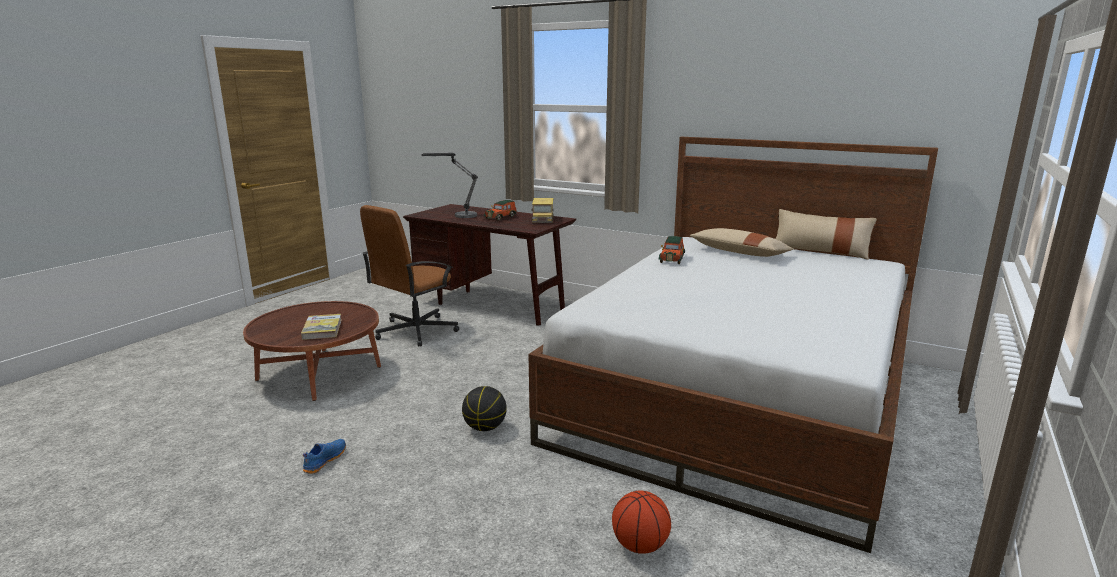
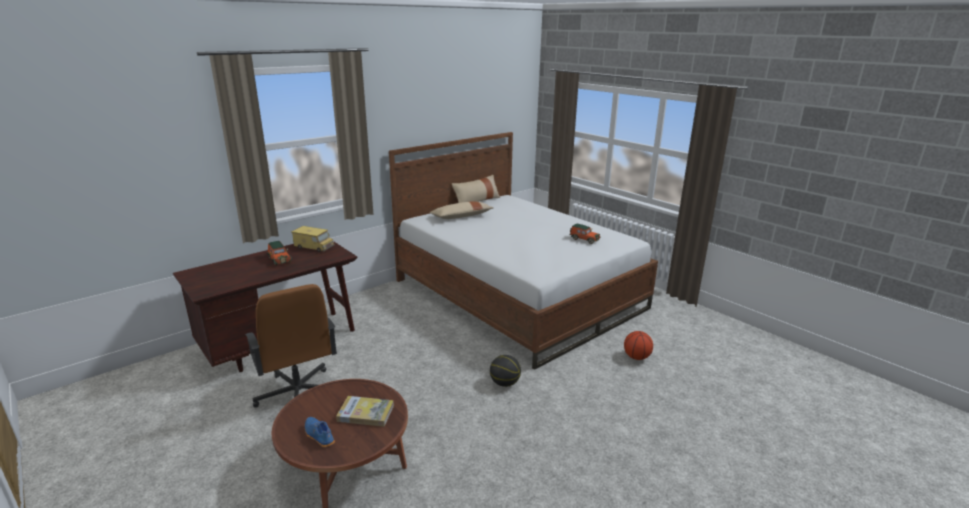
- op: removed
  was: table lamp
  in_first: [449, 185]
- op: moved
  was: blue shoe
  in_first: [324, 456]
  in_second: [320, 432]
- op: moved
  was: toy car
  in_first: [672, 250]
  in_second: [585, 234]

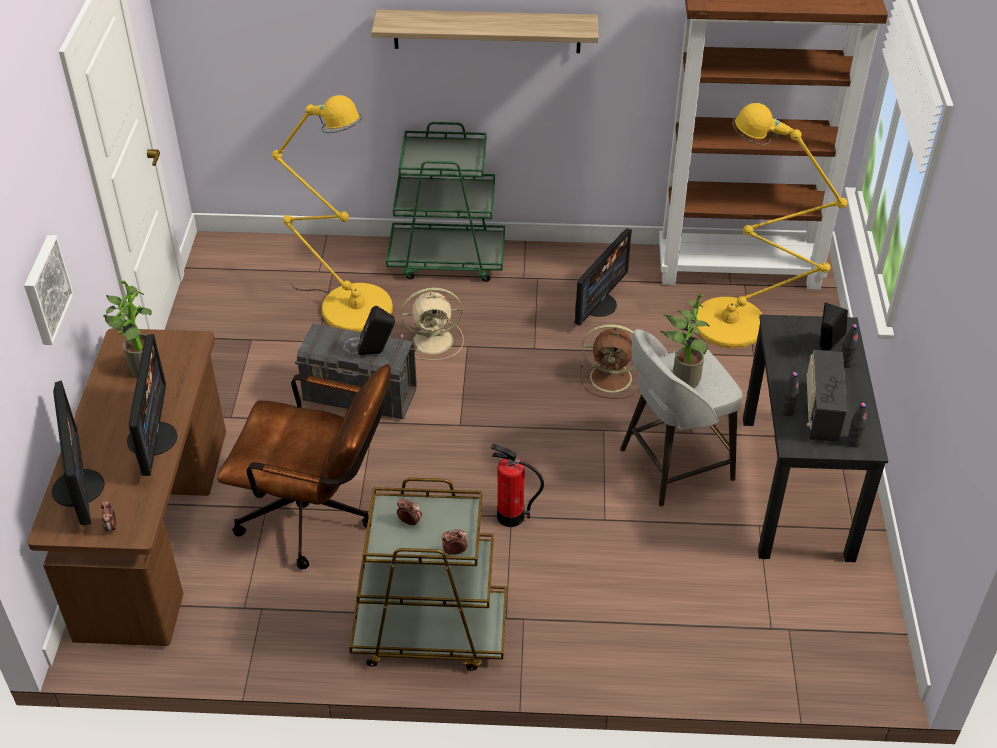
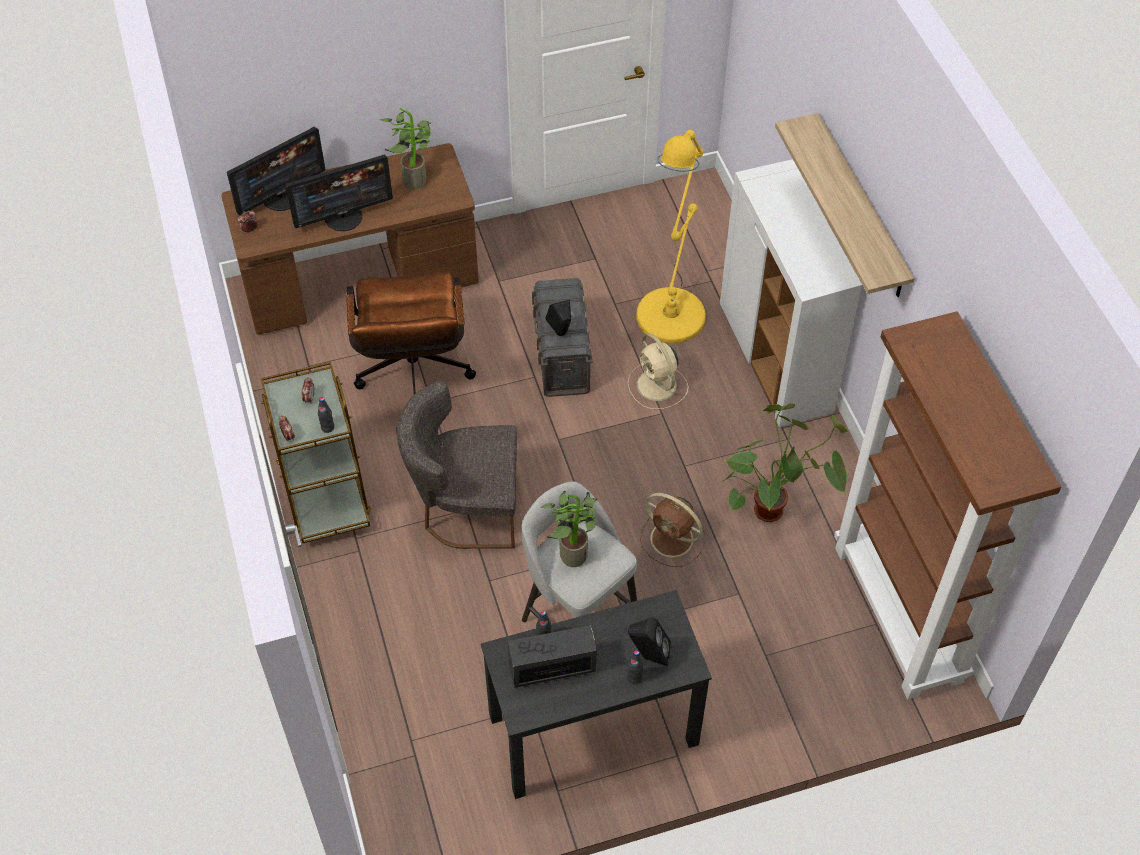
- op: removed
  was: picture
  in_first: [49, 290]
- op: removed
  was: yellow floor lamp
  in_first: [771, 225]
- op: moved
  was: black bottle
  in_first: [857, 425]
  in_second: [326, 415]
- op: replaced
  was: green cart
  now: white cabinet
  in_first: [445, 202]
  in_second: [791, 293]
- op: replaced
  was: fire extinguisher
  now: grey chair
  in_first: [517, 485]
  in_second: [456, 464]
- op: replaced
  was: monitor
  now: potted plant
  in_first: [603, 277]
  in_second: [785, 462]
- op: turned
  was: brown fan
  in_first: [609, 361]
  in_second: [673, 530]
  clockwise: -45

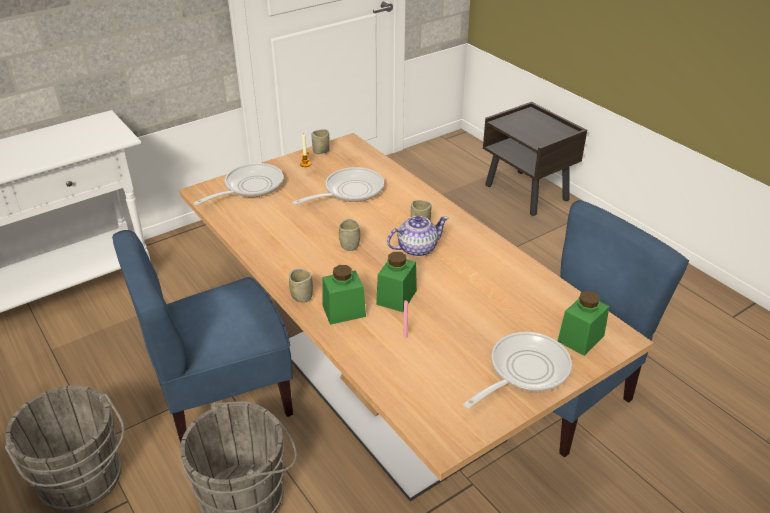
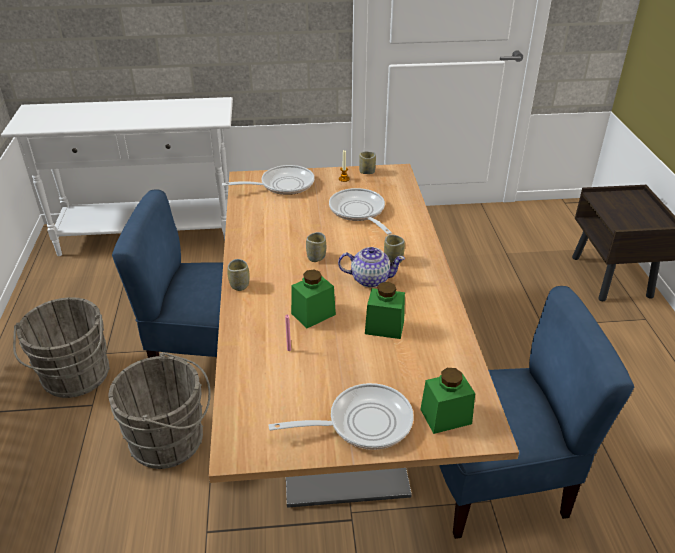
- op: moved
  was: green jar
  in_first: [344, 295]
  in_second: [385, 310]
- op: turned
  was: frying pan
  in_first: [338, 186]
  in_second: [360, 211]
  clockwise: -105

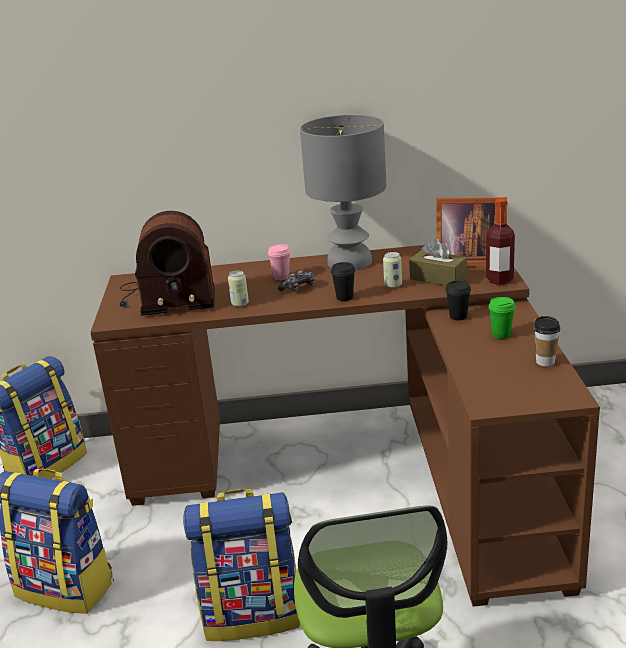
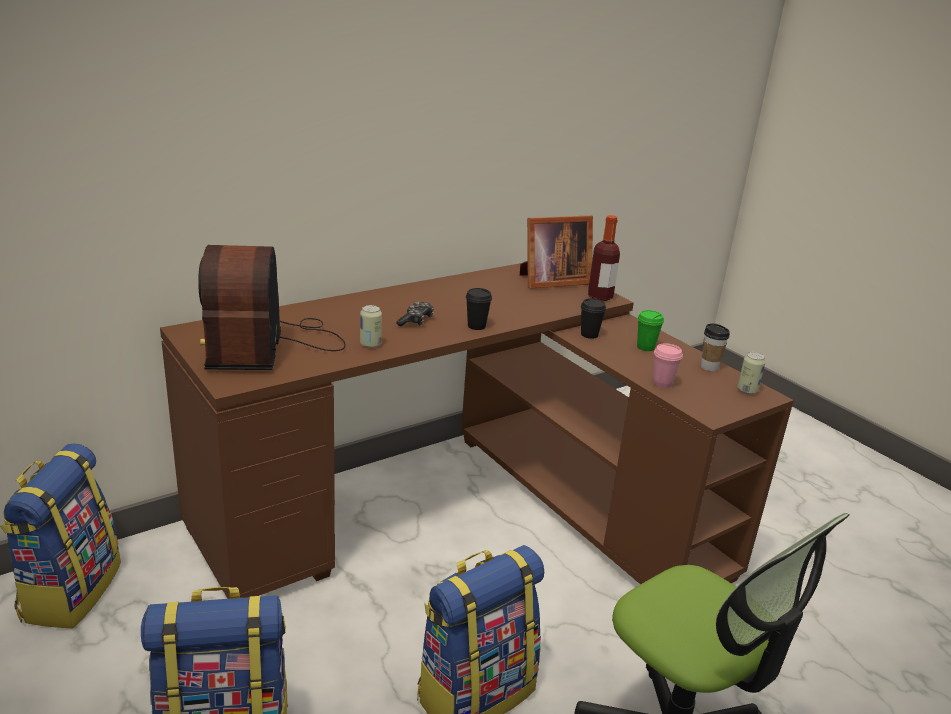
- op: removed
  was: grey table lamp
  in_first: [343, 192]
- op: removed
  was: brown tissue box
  in_first: [438, 262]
- op: moved
  was: pink cup
  in_first: [279, 262]
  in_second: [668, 365]
- op: moved
  was: can
  in_first: [392, 270]
  in_second: [751, 373]
- op: turned
  was: radio
  in_first: [167, 263]
  in_second: [271, 307]
  clockwise: 120

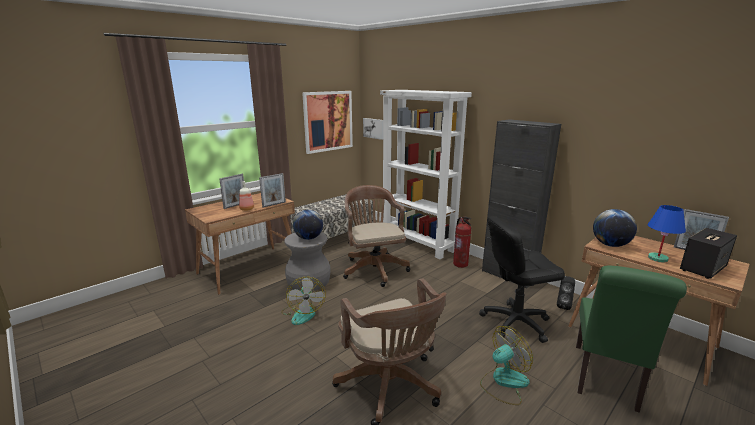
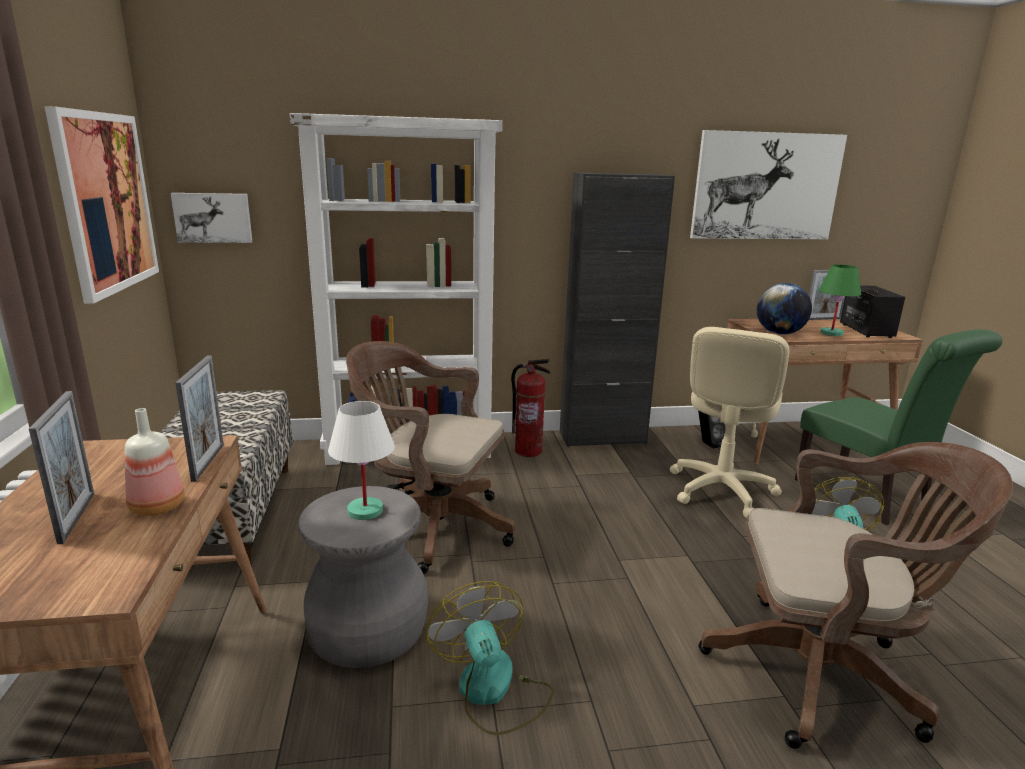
- op: added
  now: picture
  in_second: [768, 184]
- op: replaced
  was: globe
  now: white table lamp
  in_first: [308, 225]
  in_second: [361, 460]
- op: recoloured
  was: black office chair
  now: beige office chair
  in_first: [522, 279]
  in_second: [730, 422]
- op: recoloured
  was: blue table lamp
  now: green table lamp
  in_first: [667, 234]
  in_second: [840, 300]
- op: turned
  was: fan
  in_first: [303, 301]
  in_second: [490, 658]
  clockwise: -135

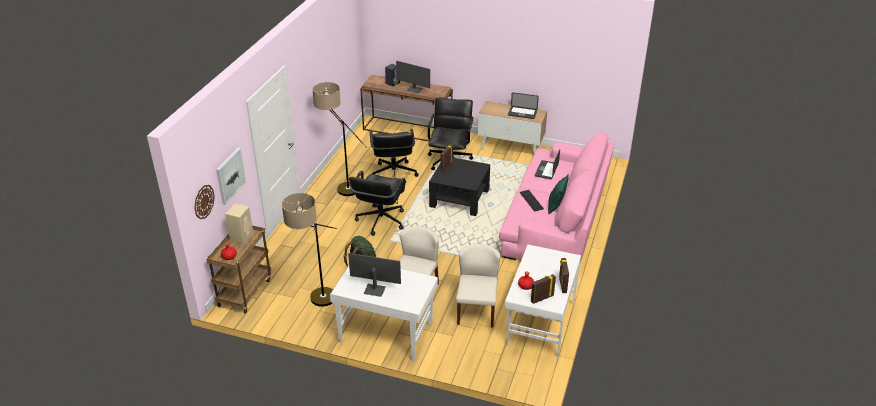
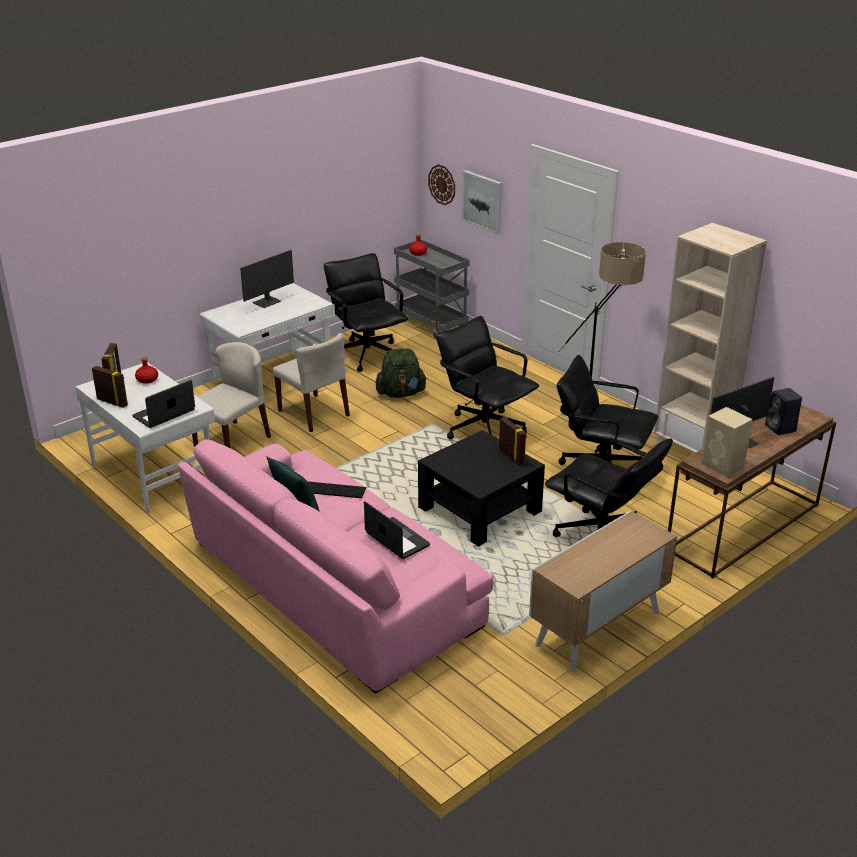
- op: added
  now: beige bookcase
  in_second: [710, 338]
- op: moved
  was: beige speaker
  in_first: [239, 223]
  in_second: [727, 442]
- op: moved
  was: laptop
  in_first: [523, 105]
  in_second: [164, 404]
- op: replaced
  was: floor lamp
  now: black office chair
  in_first: [309, 250]
  in_second: [366, 312]
- op: recoloured
  was: brown cart
  now: grey cart
  in_first: [239, 269]
  in_second: [432, 288]
- op: turned
  was: beige chair
  in_first: [478, 285]
  in_second: [231, 395]
  clockwise: -90

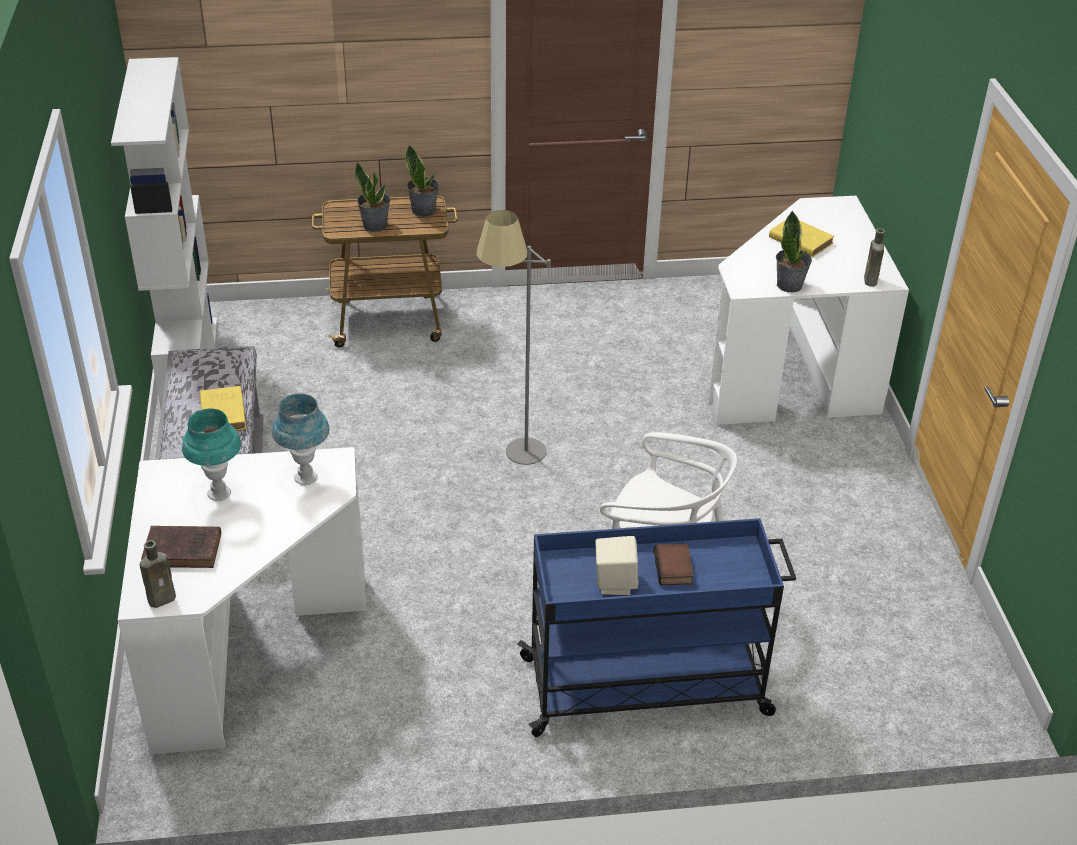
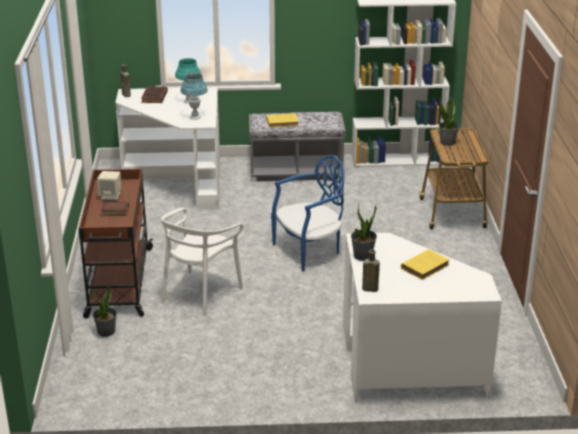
- op: moved
  was: potted plant
  in_first: [422, 181]
  in_second: [104, 310]
- op: replaced
  was: grey floor lamp
  now: blue chair
  in_first: [514, 337]
  in_second: [307, 213]
- op: recoloured
  was: blue cart
  now: brown cart
  in_first: [656, 627]
  in_second: [116, 243]

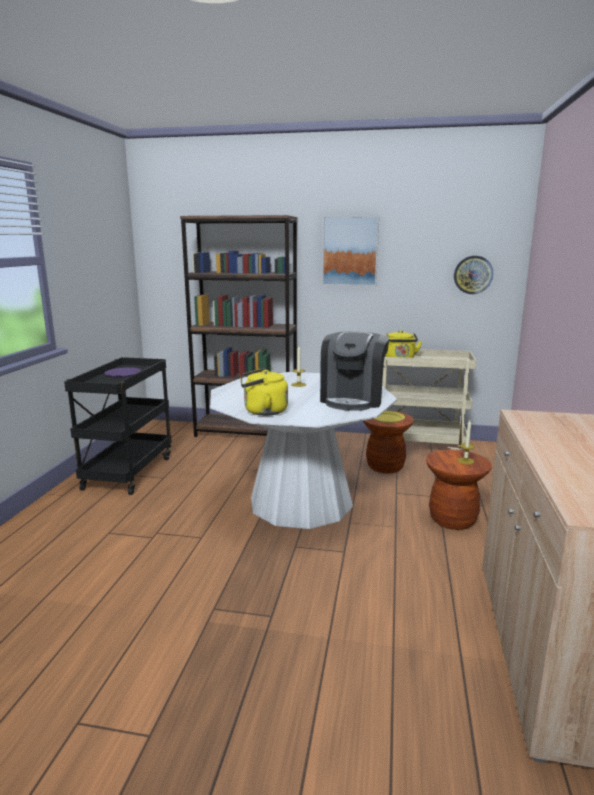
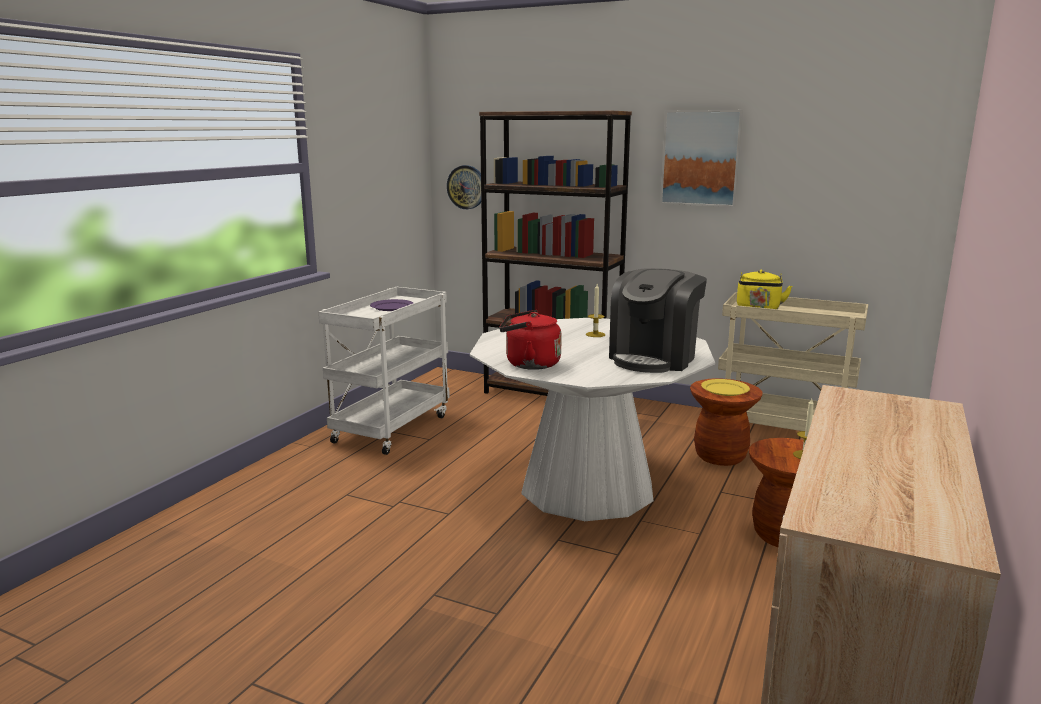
- op: moved
  was: wall clock
  in_first: [473, 275]
  in_second: [464, 187]
- op: recoloured
  was: black cart
  now: white cart
  in_first: [118, 426]
  in_second: [384, 371]
- op: recoloured
  was: yellow kettle
  now: red kettle
  in_first: [264, 392]
  in_second: [530, 340]

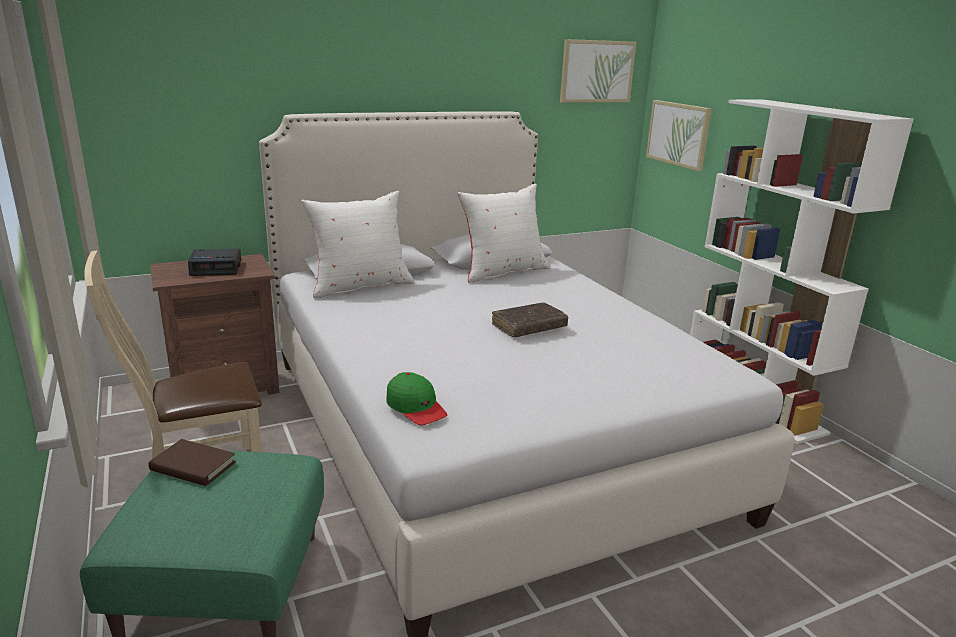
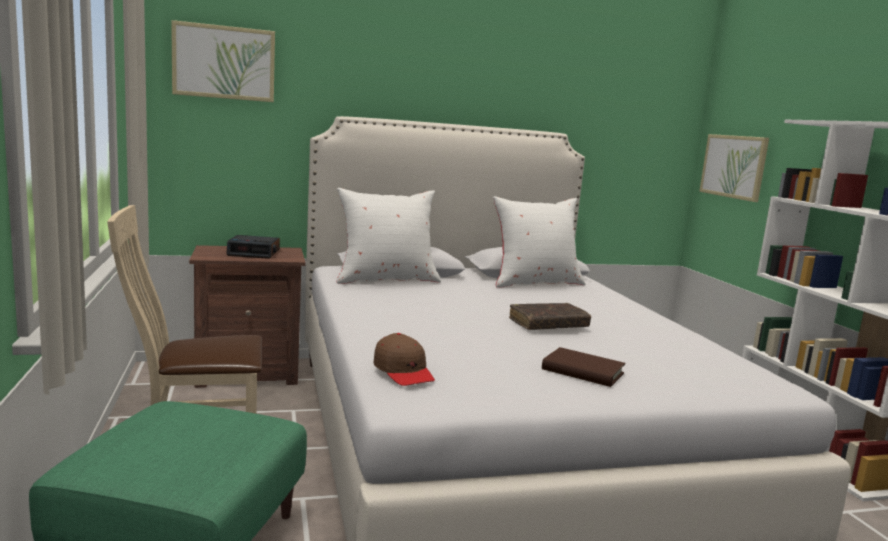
- op: moved
  was: brown book
  in_first: [192, 462]
  in_second: [583, 367]
- op: moved
  was: picture
  in_first: [598, 71]
  in_second: [223, 61]
- op: recoloured
  was: green cap
  now: brown cap
  in_first: [416, 398]
  in_second: [404, 359]

